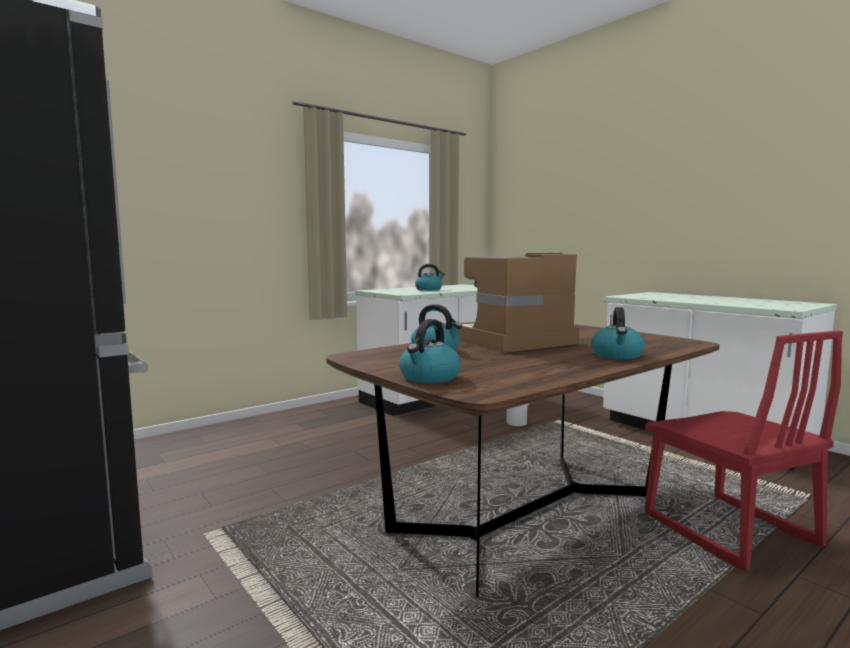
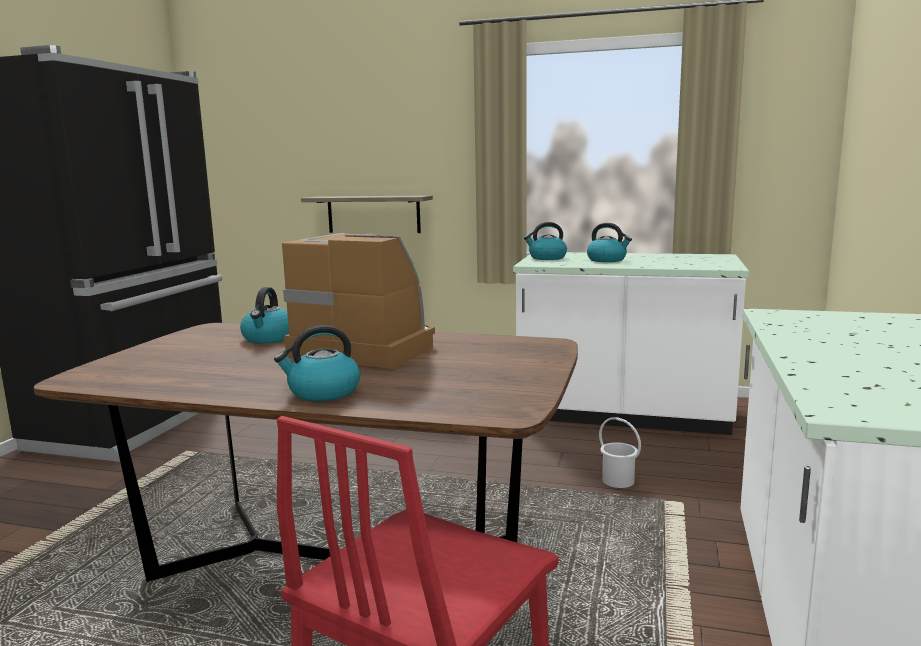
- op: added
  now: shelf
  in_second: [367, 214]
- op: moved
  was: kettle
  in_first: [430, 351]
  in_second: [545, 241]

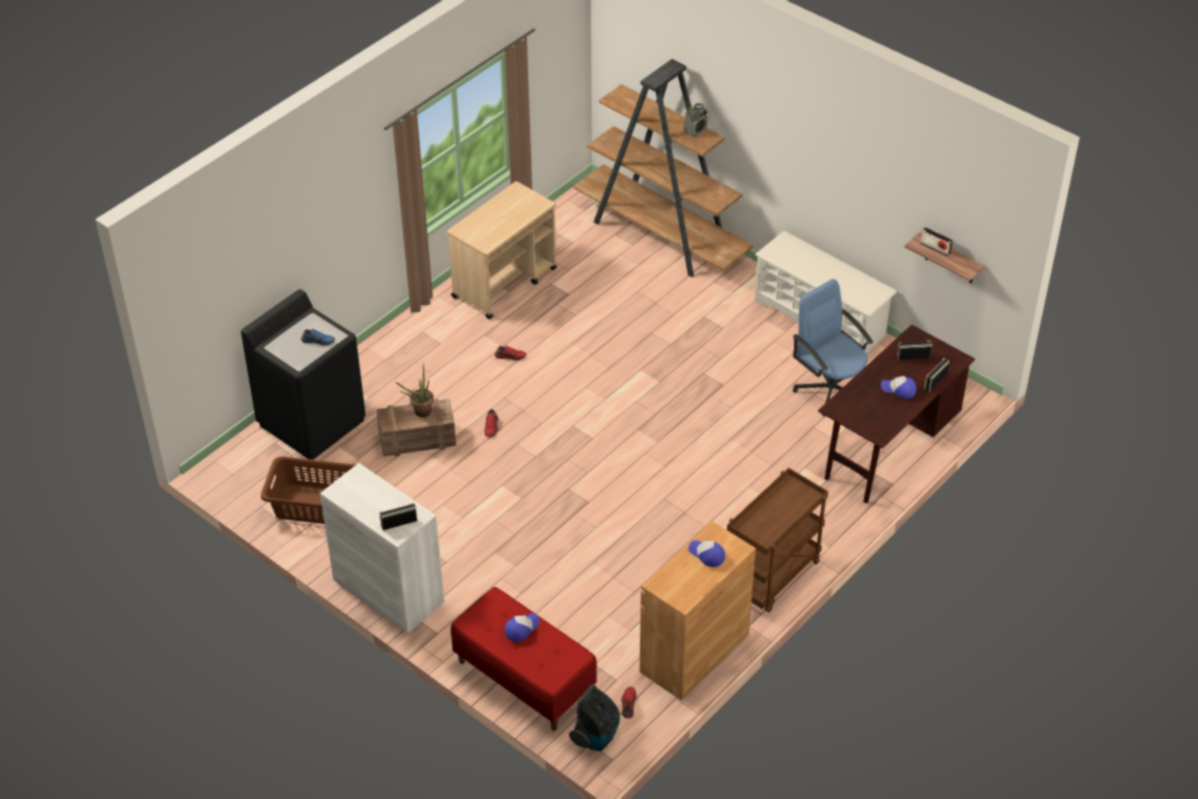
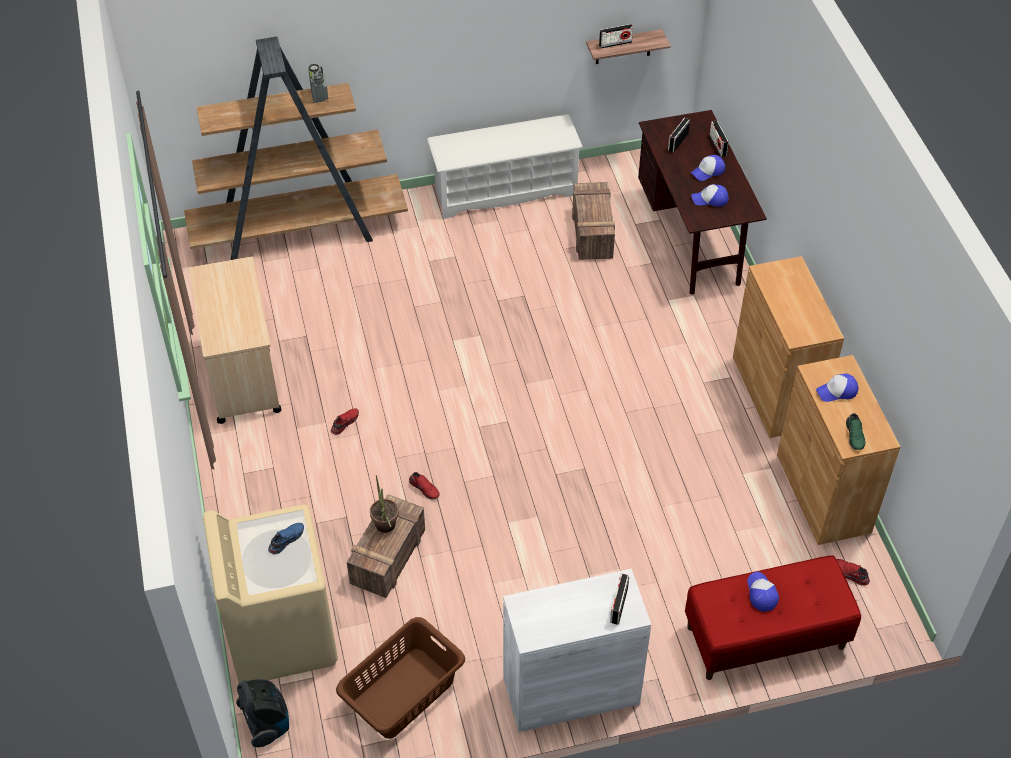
- op: added
  now: cap
  in_second: [709, 195]
- op: added
  now: green shoe
  in_second: [855, 431]
- op: moved
  was: vacuum cleaner
  in_first: [594, 718]
  in_second: [262, 713]
- op: replaced
  was: brown cart
  now: brown cabinet
  in_first: [777, 540]
  in_second: [788, 347]
- op: replaced
  was: blue office chair
  now: crate
  in_first: [833, 347]
  in_second: [593, 221]
- op: recoloured
  was: black washing machine
  now: beige washing machine
  in_first: [303, 374]
  in_second: [270, 594]

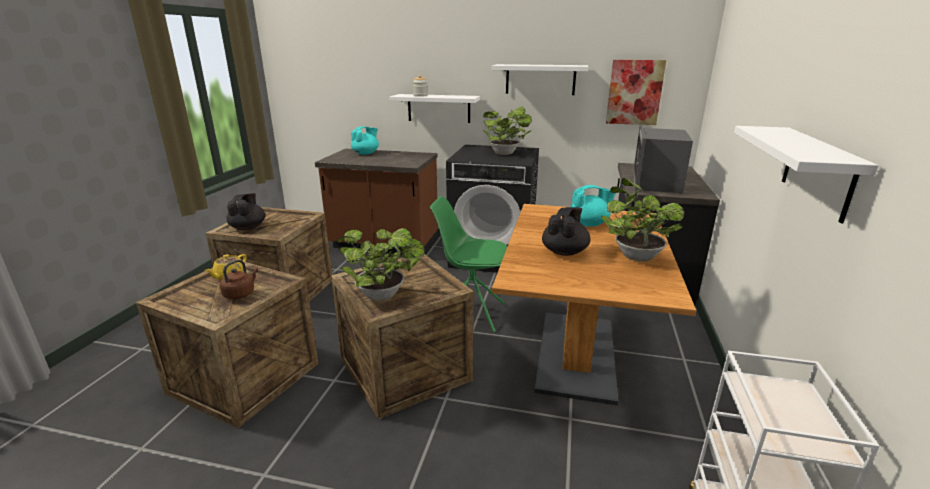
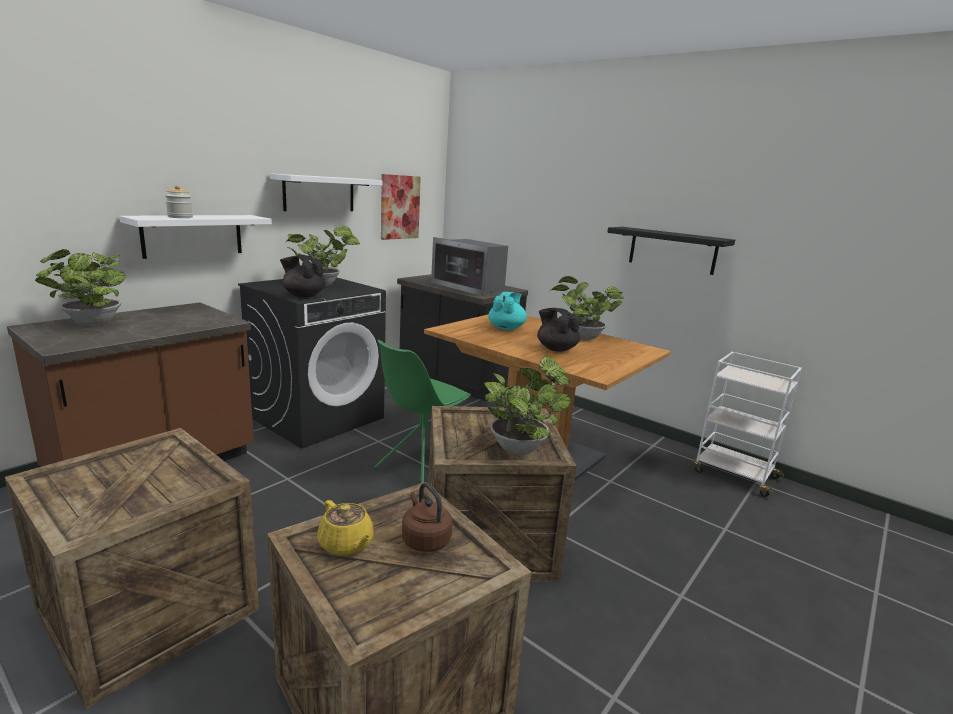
- op: moved
  was: black teapot
  in_first: [245, 211]
  in_second: [303, 276]
- op: replaced
  was: turquoise teapot
  now: potted plant
  in_first: [365, 140]
  in_second: [80, 287]
- op: recoloured
  was: white shelf
  now: black shelf
  in_first: [806, 174]
  in_second: [671, 251]

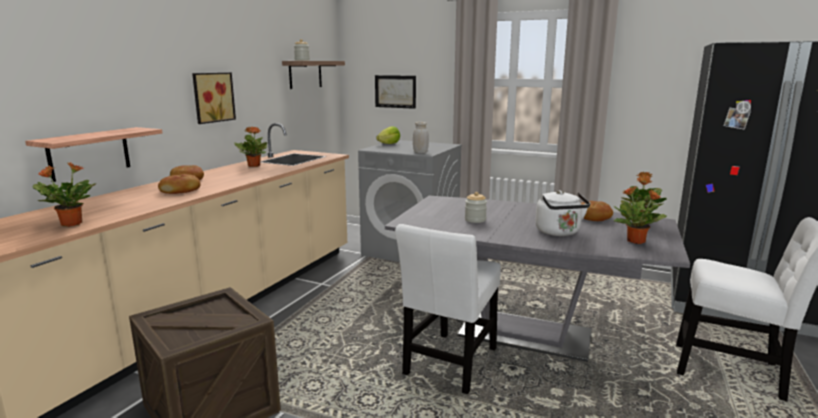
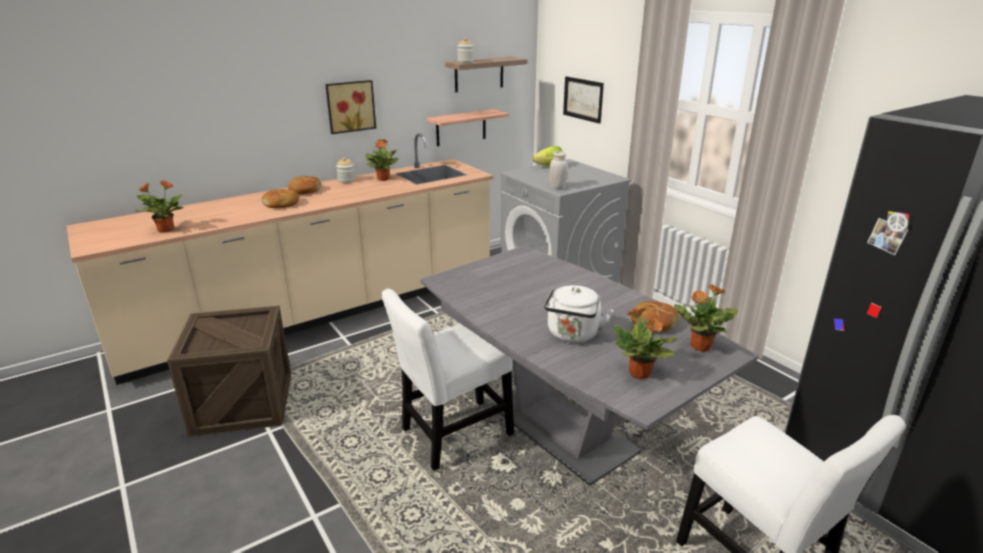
- op: moved
  was: shelf
  in_first: [93, 154]
  in_second: [467, 127]
- op: moved
  was: jar
  in_first: [476, 207]
  in_second: [345, 170]

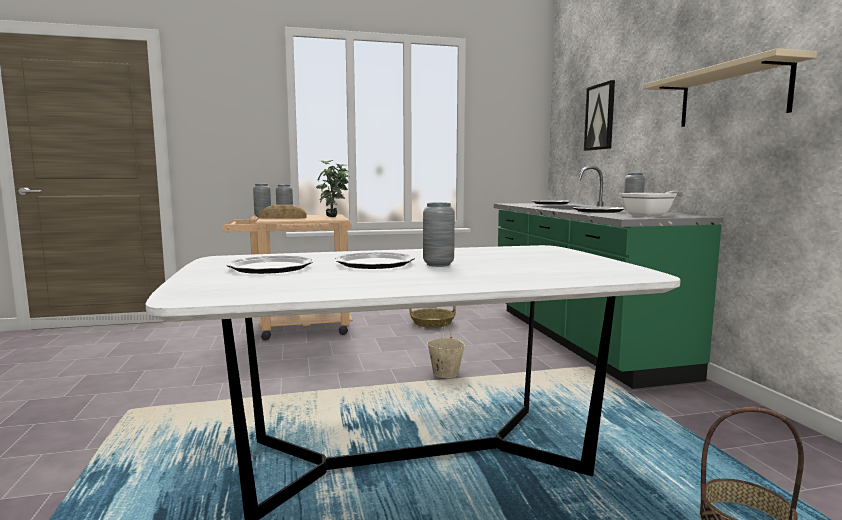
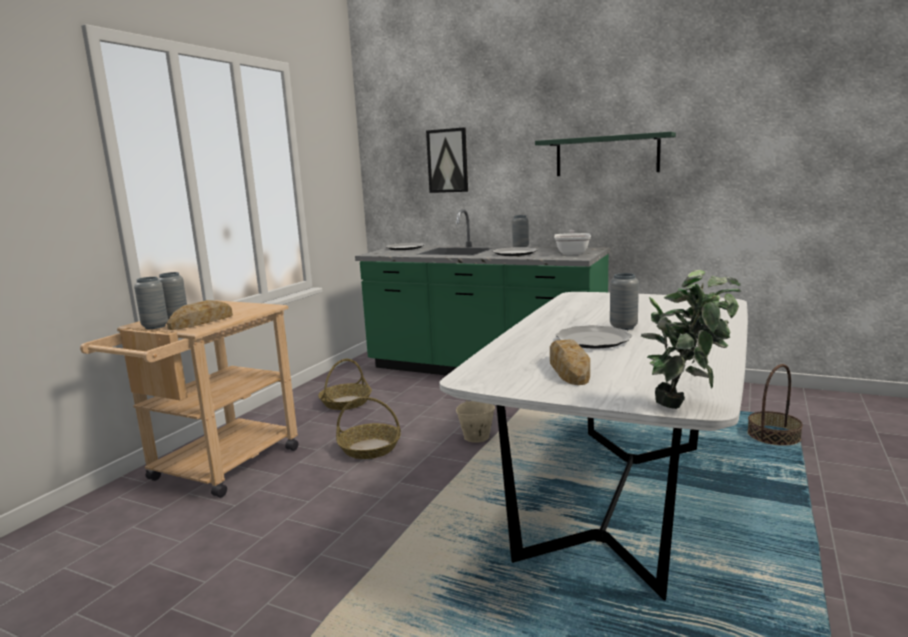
- op: added
  now: basket
  in_second: [368, 428]
- op: moved
  was: potted plant
  in_first: [333, 188]
  in_second: [691, 339]
- op: replaced
  was: plate
  now: bread
  in_first: [269, 265]
  in_second: [570, 362]
- op: recoloured
  was: beige shelf
  now: green shelf
  in_first: [730, 87]
  in_second: [605, 154]

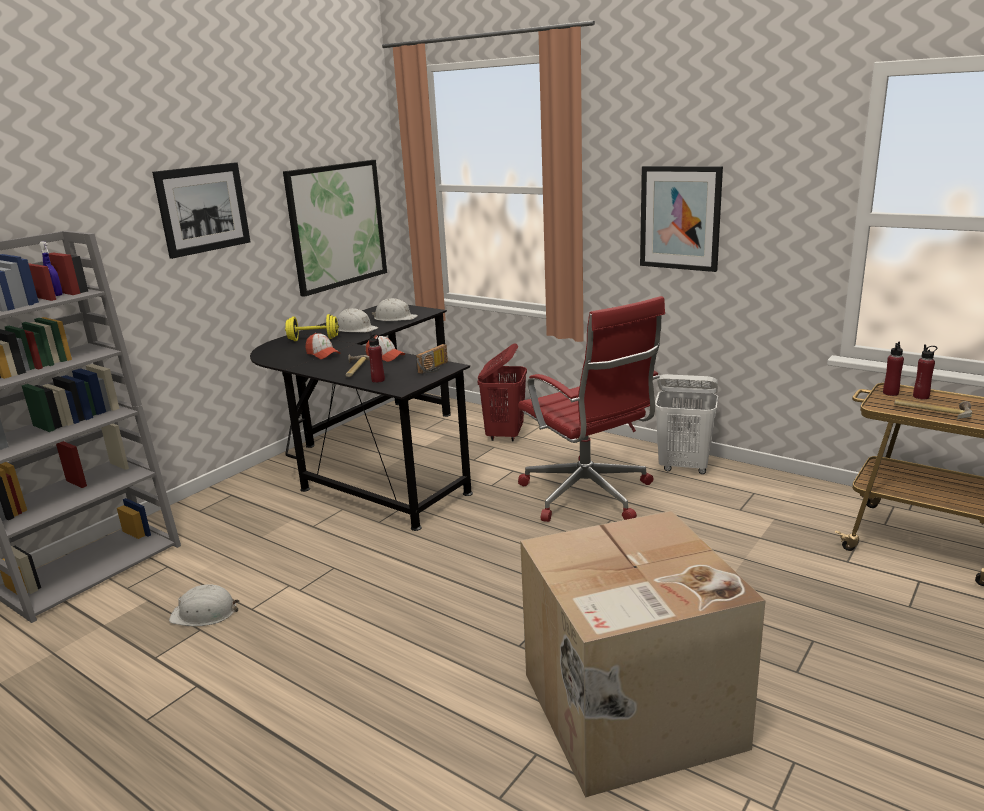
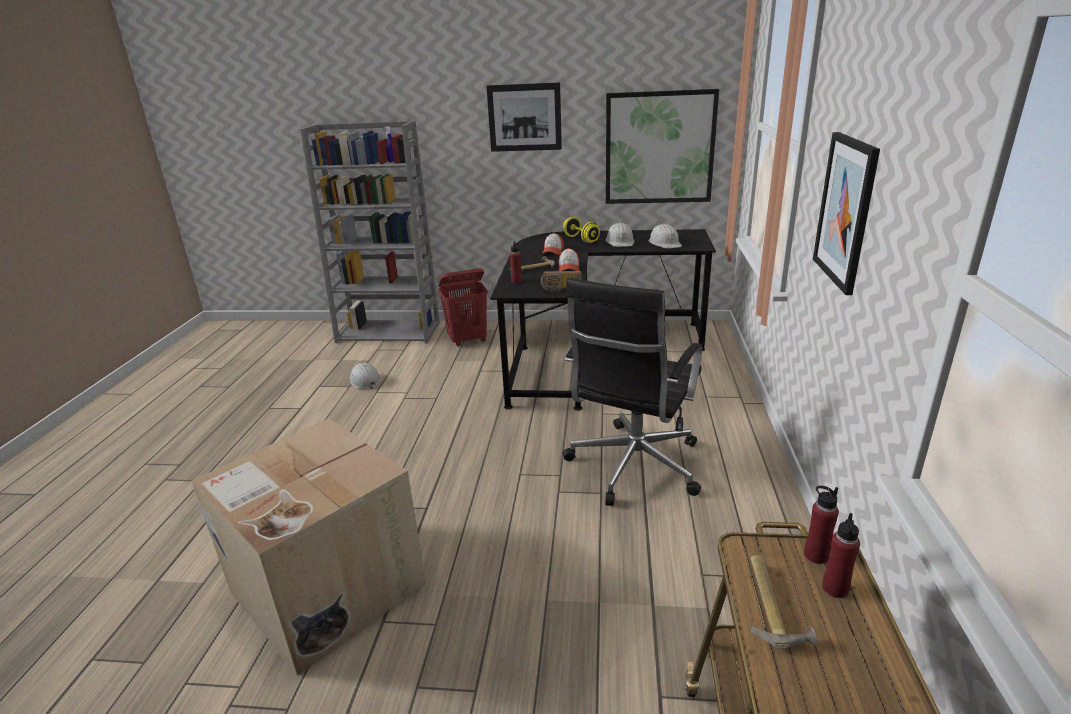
- op: removed
  was: white laundry basket
  in_first: [686, 424]
- op: moved
  was: red laundry basket
  in_first: [502, 392]
  in_second: [463, 307]
- op: recoloured
  was: red office chair
  now: black office chair
  in_first: [591, 409]
  in_second: [633, 391]

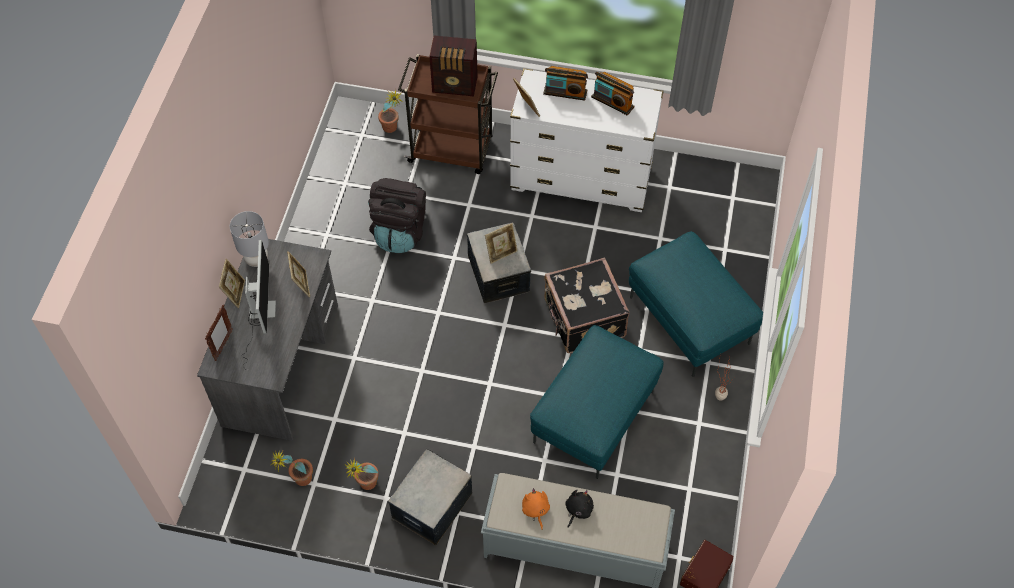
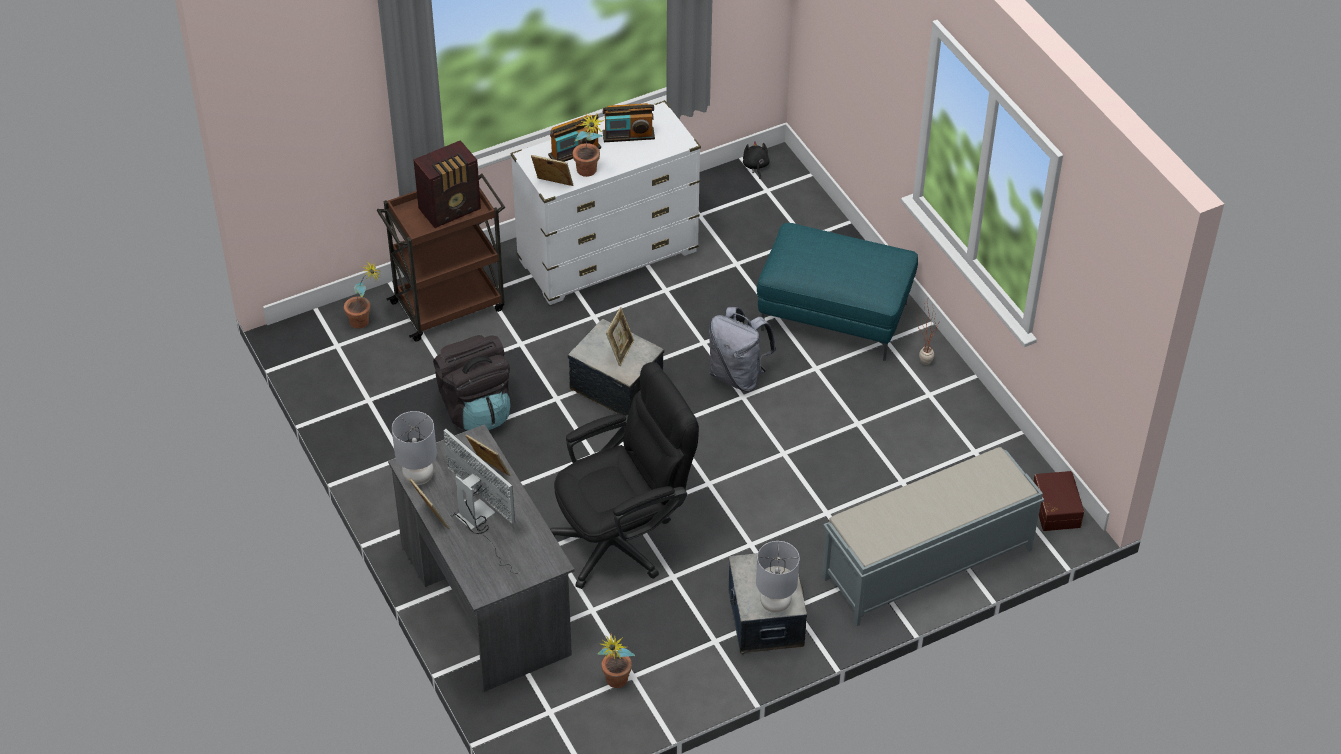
- op: removed
  was: picture frame
  in_first: [219, 333]
- op: removed
  was: orange plush toy
  in_first: [536, 509]
- op: removed
  was: turquoise ottoman
  in_first: [597, 402]
- op: added
  now: black office chair
  in_second: [624, 475]
- op: added
  now: grey table lamp
  in_second: [778, 577]
- op: moved
  was: potted plant
  in_first: [361, 474]
  in_second: [588, 145]
- op: moved
  was: black plush toy
  in_first: [579, 508]
  in_second: [756, 160]
- op: replaced
  was: black suitcase
  now: grey backpack
  in_first: [586, 305]
  in_second: [742, 349]

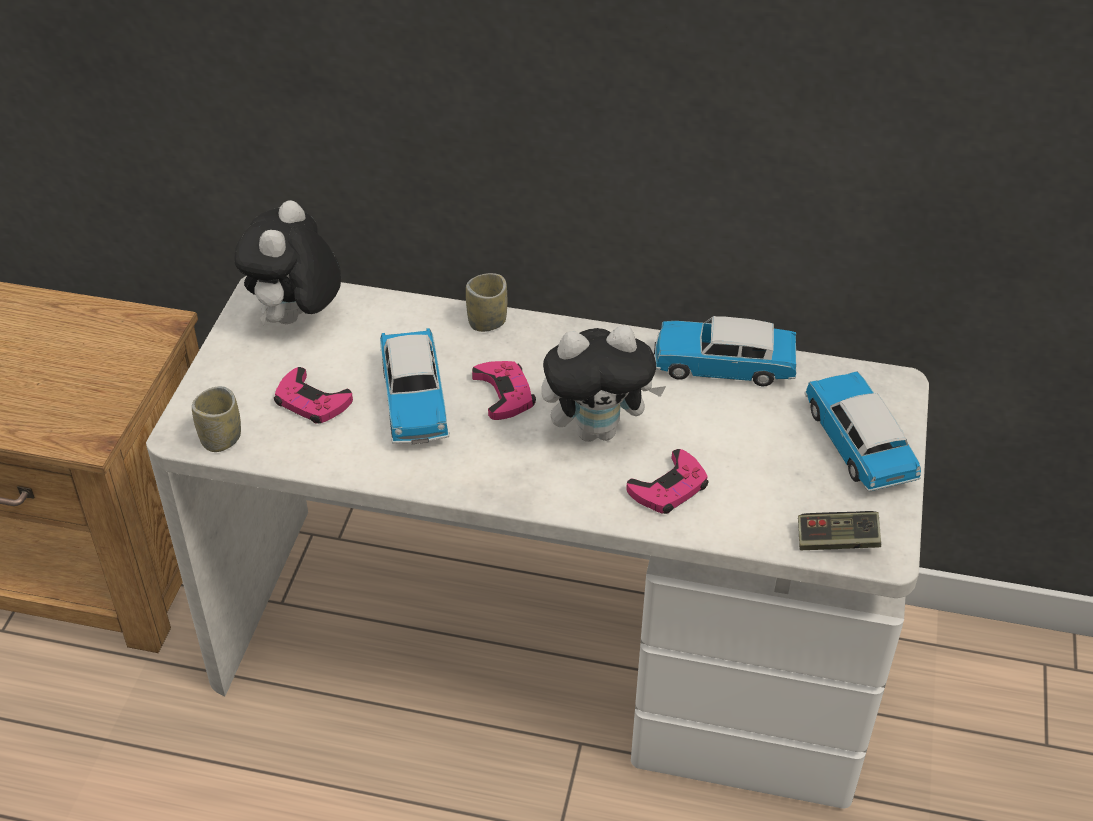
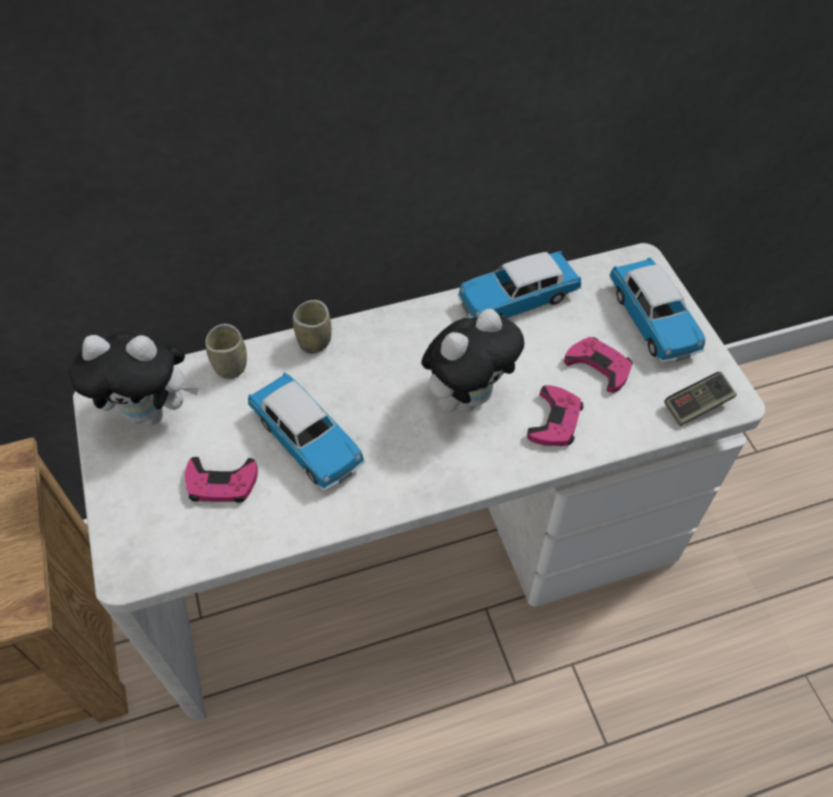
- op: moved
  was: cup
  in_first: [216, 419]
  in_second: [226, 351]
- op: moved
  was: pink game controller
  in_first: [504, 390]
  in_second: [598, 365]
- op: turned
  was: plush toy
  in_first: [287, 262]
  in_second: [134, 378]
  clockwise: -75
- op: turned
  was: toy car
  in_first: [862, 431]
  in_second: [657, 309]
  clockwise: -150

